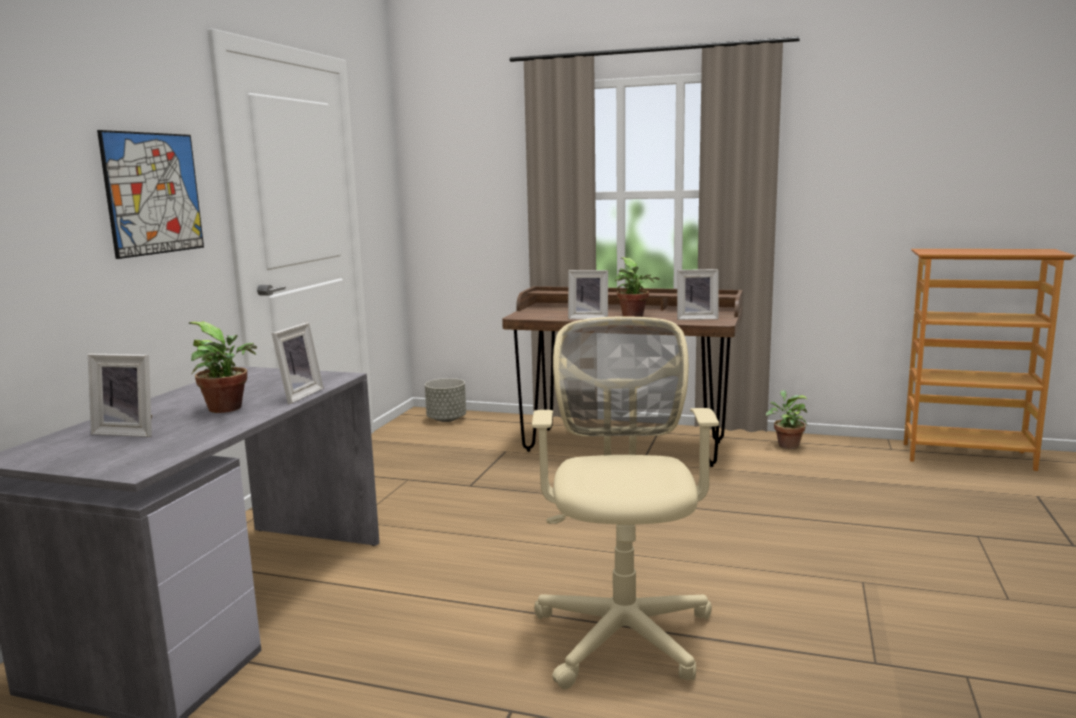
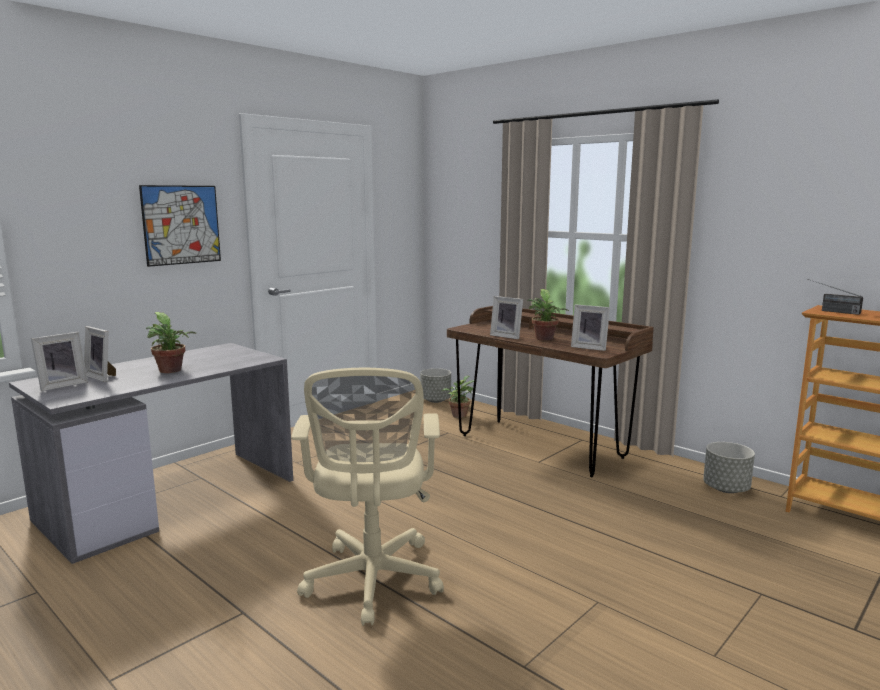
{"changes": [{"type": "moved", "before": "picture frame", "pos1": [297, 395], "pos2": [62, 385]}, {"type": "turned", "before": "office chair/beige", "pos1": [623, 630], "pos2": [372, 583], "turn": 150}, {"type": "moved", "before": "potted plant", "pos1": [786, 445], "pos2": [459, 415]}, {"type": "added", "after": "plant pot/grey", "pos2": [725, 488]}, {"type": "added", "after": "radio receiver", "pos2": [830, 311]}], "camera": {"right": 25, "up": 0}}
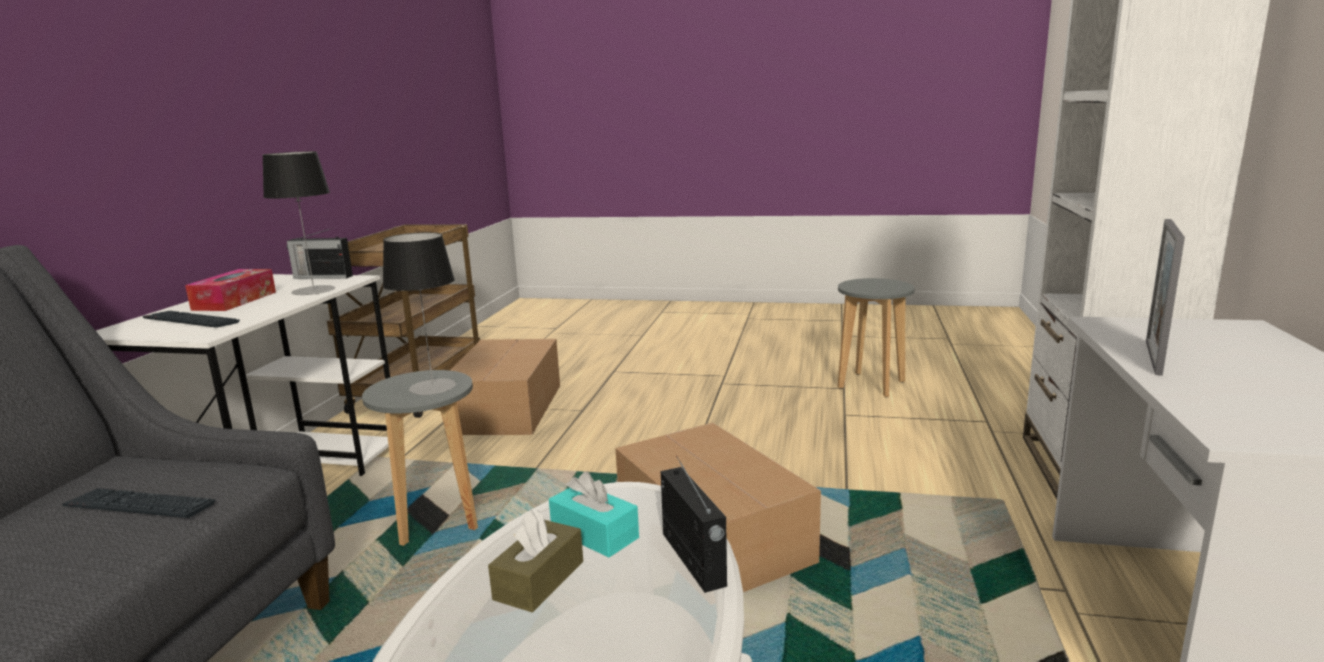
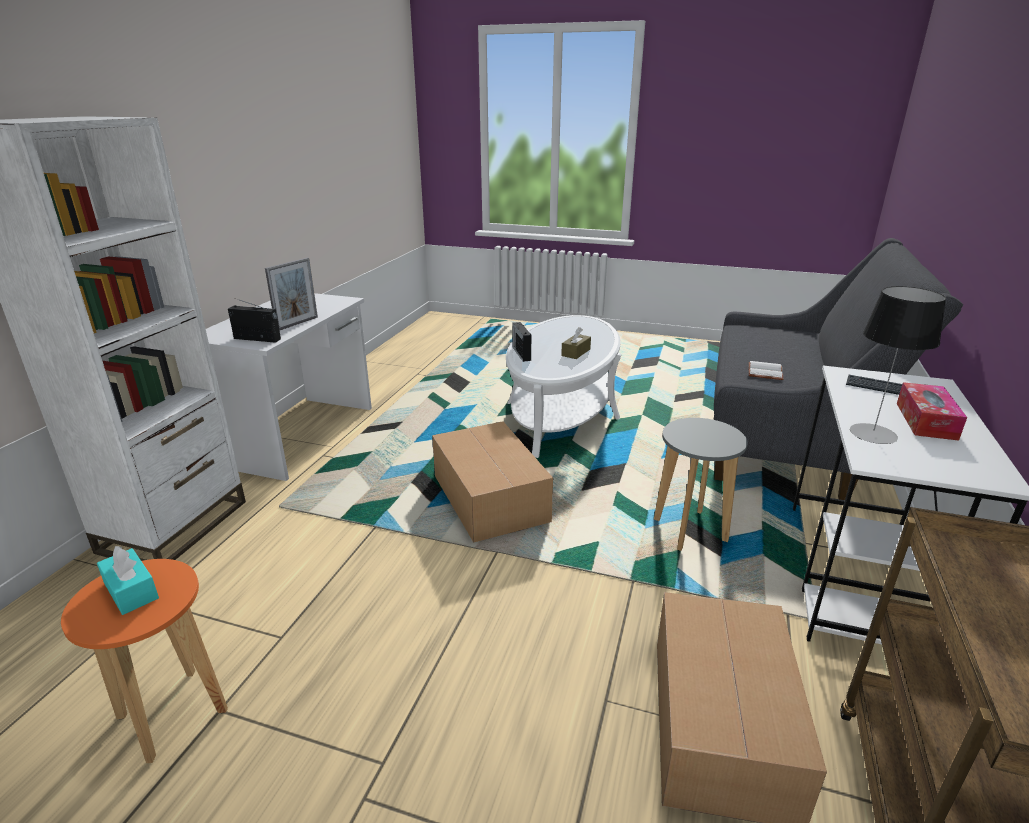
{"changes": [{"type": "recoloured", "before": "stool/grey", "after": "stool/orange-coloured", "pos1": [870, 385], "pos2": [173, 714]}, {"type": "moved", "before": "box of tissues/turquoise-coloured", "pos1": [594, 534], "pos2": [131, 591]}, {"type": "moved", "before": "radio receiver", "pos1": [322, 277], "pos2": [258, 339]}, {"type": "replaced", "before": "PC keyboard", "after": "bound book/whitish", "pos1": [139, 506], "pos2": [766, 372]}, {"type": "removed", "before": "tabletop lamp", "pos1": [432, 387]}], "camera": {"right": -175, "up": 10}}
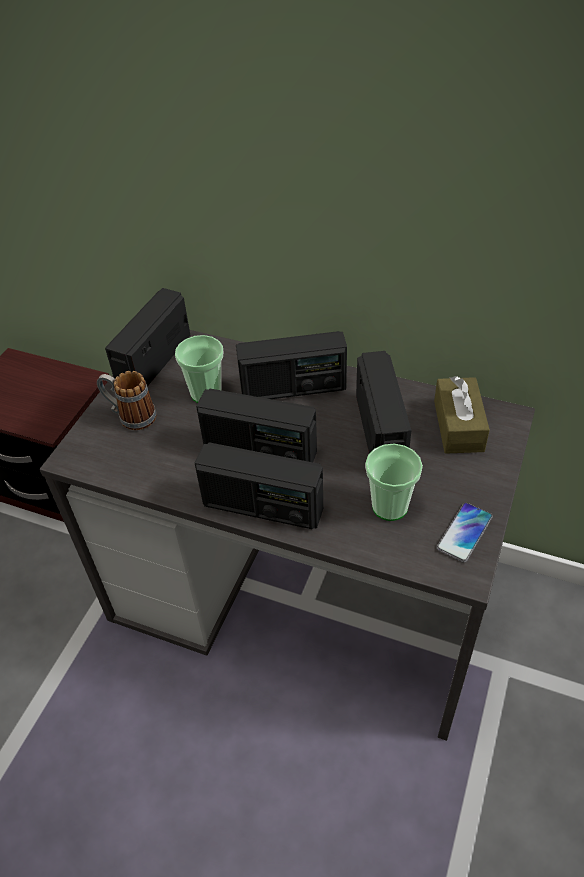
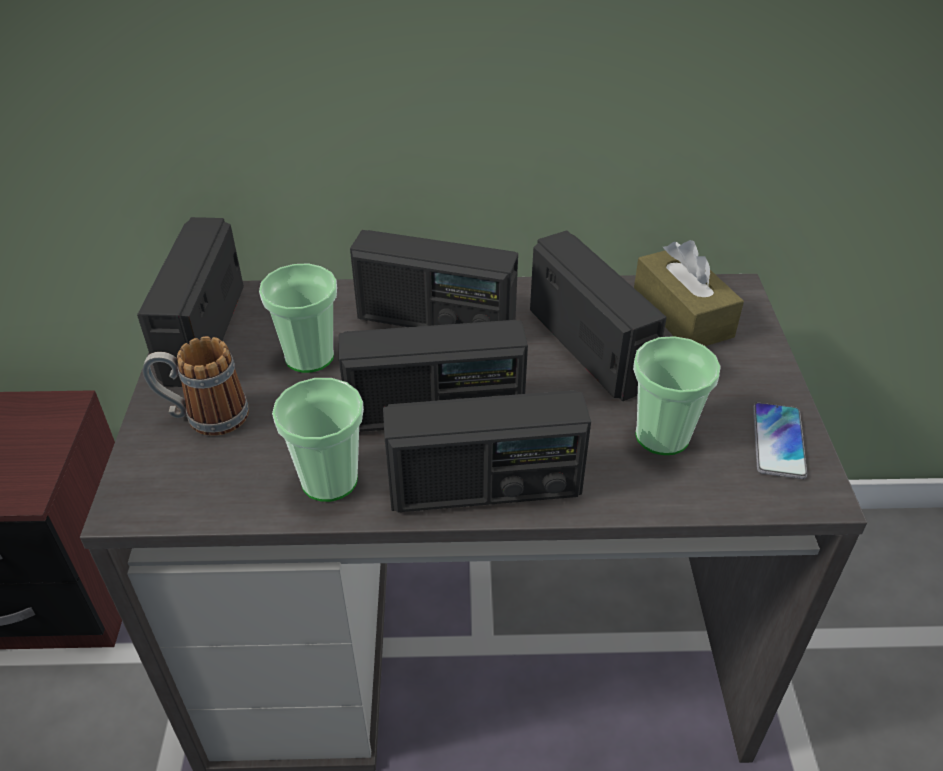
{"changes": [{"type": "added", "after": "small cup", "pos2": [329, 480]}, {"type": "turned", "before": "radio receiver", "pos1": [293, 388], "pos2": [435, 321], "turn": 45}], "camera": {"right": -25, "up": -5}}
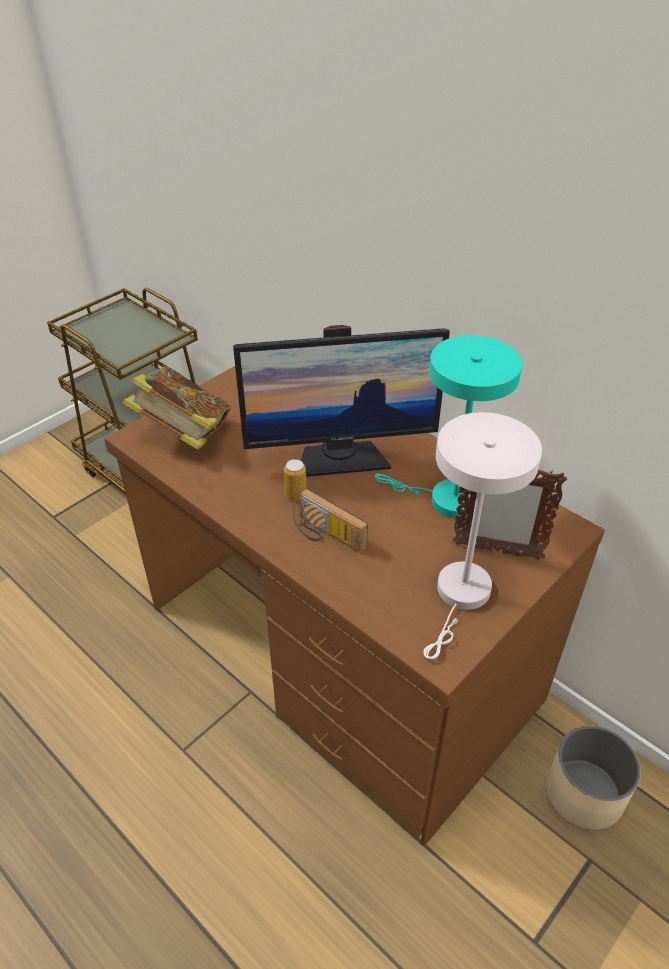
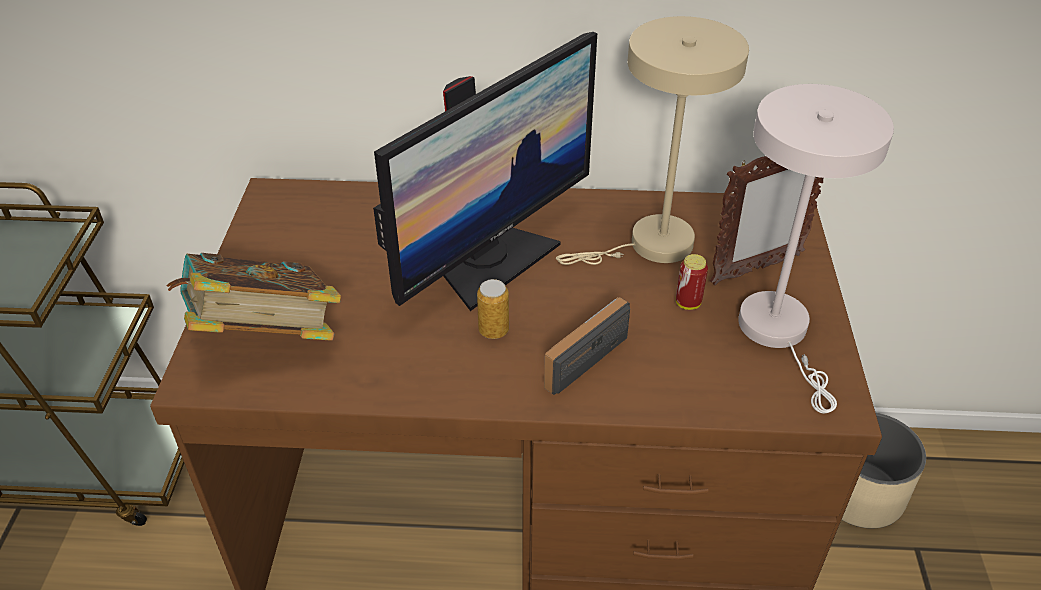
{"changes": [{"type": "turned", "before": "radio receiver", "pos1": [326, 535], "pos2": [580, 354], "turn": 135}, {"type": "recoloured", "before": "tabletop lamp/turquoise-coloured", "after": "tabletop lamp/beige", "pos1": [445, 499], "pos2": [651, 246]}, {"type": "added", "after": "can", "pos2": [688, 303]}], "camera": {"right": -40, "up": 0}}
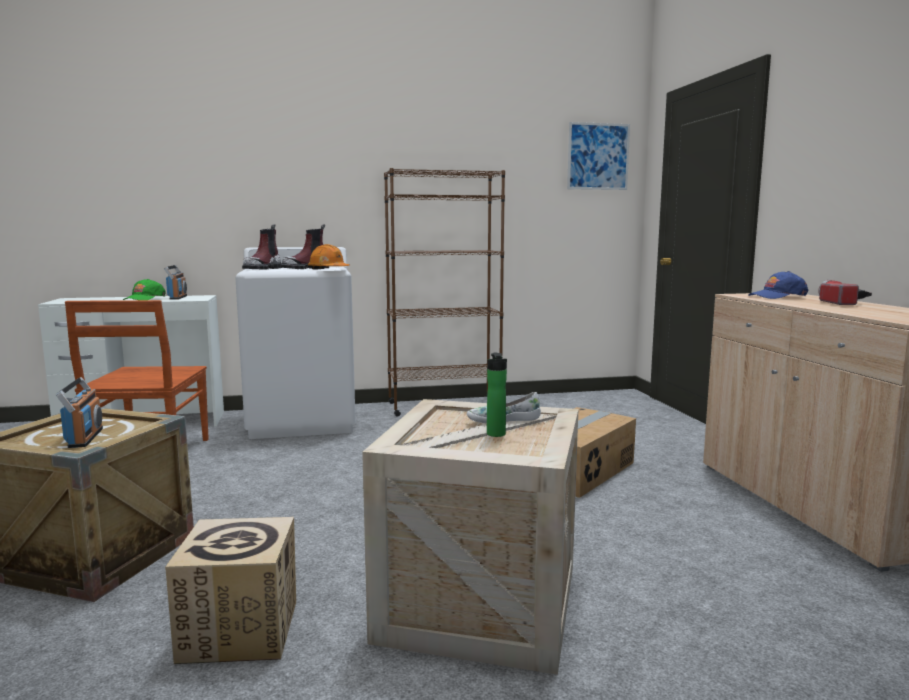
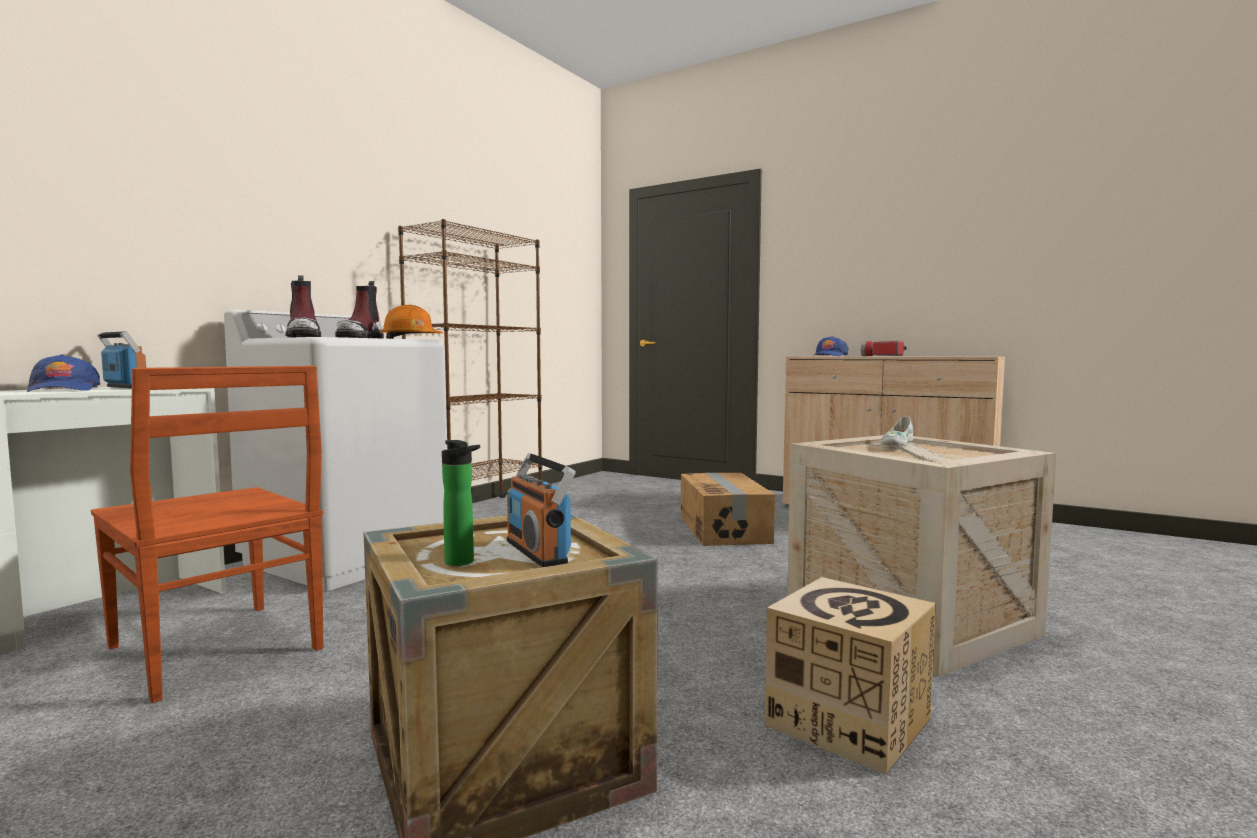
{"changes": [{"type": "recoloured", "before": "peaked cap/greenish", "after": "peaked cap/blue-coloured", "pos1": [144, 298], "pos2": [63, 390]}, {"type": "moved", "before": "bottle", "pos1": [496, 435], "pos2": [462, 563]}, {"type": "turned", "before": "radio receiver", "pos1": [84, 438], "pos2": [537, 551], "turn": -150}, {"type": "removed", "before": "wall art", "pos1": [598, 156]}], "camera": {"right": -45, "up": -5}}
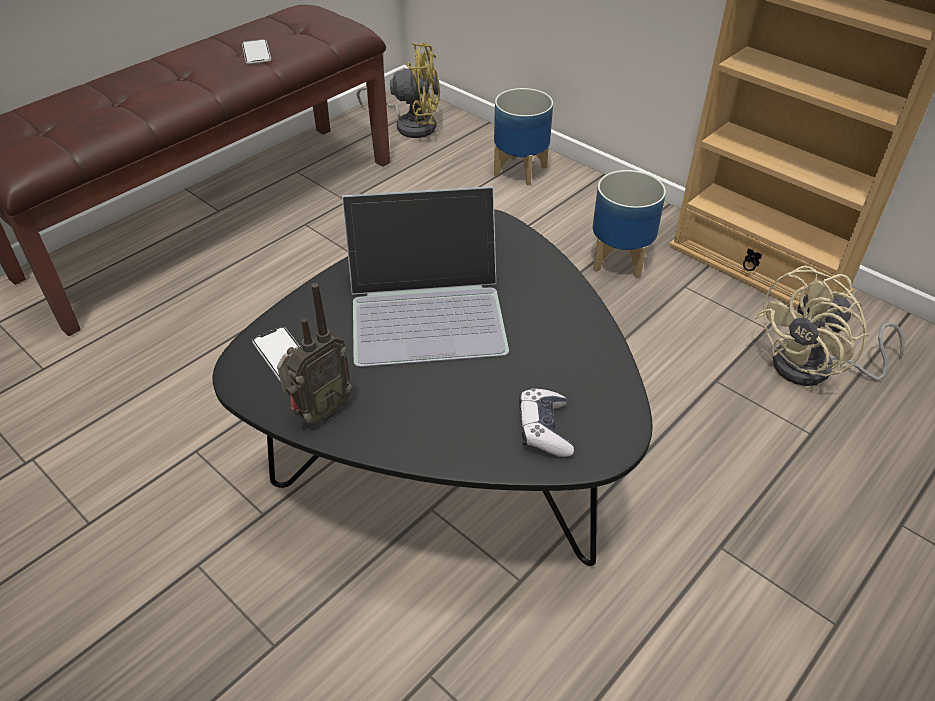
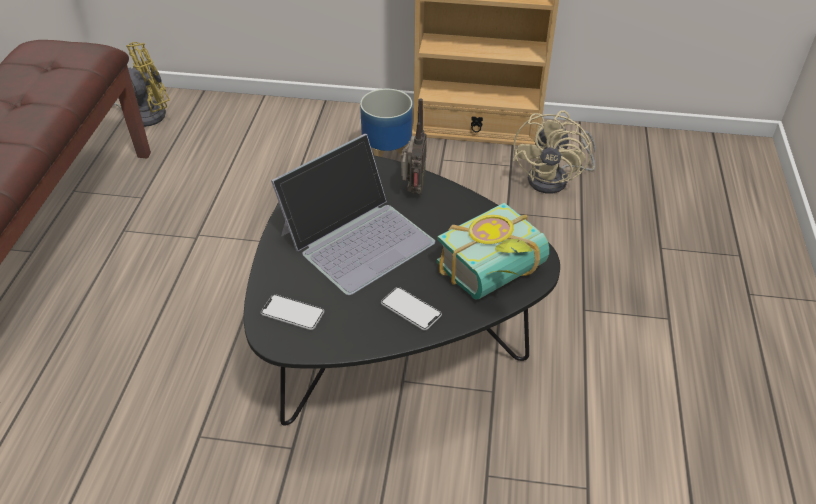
{"changes": [{"type": "moved", "before": "telephone", "pos1": [256, 53], "pos2": [411, 309]}, {"type": "moved", "before": "radio receiver", "pos1": [319, 412], "pos2": [413, 191]}, {"type": "replaced", "before": "gamepad", "after": "bound book", "pos1": [544, 429], "pos2": [497, 275]}, {"type": "removed", "before": "plant pot", "pos1": [520, 170]}], "camera": {"right": -35, "up": 0}}
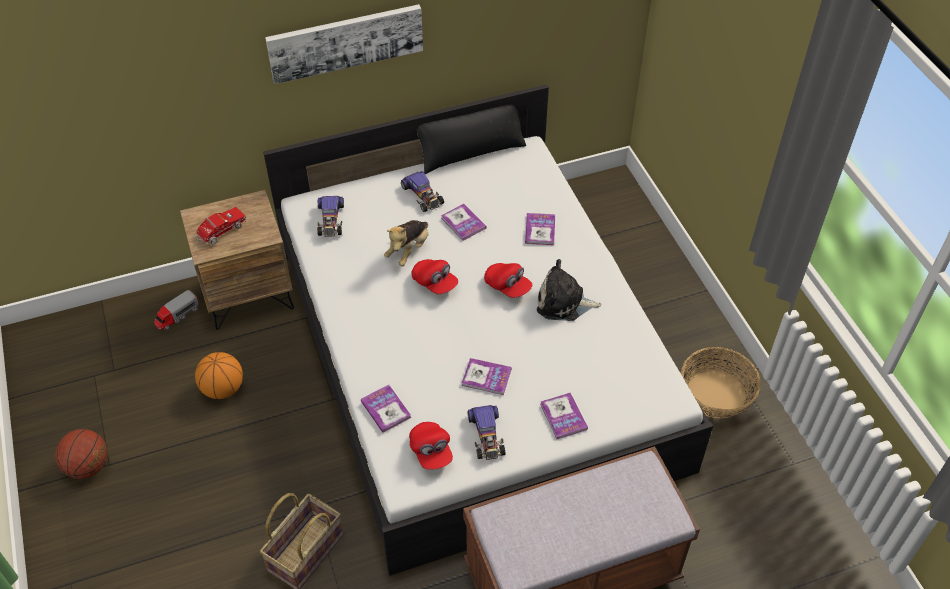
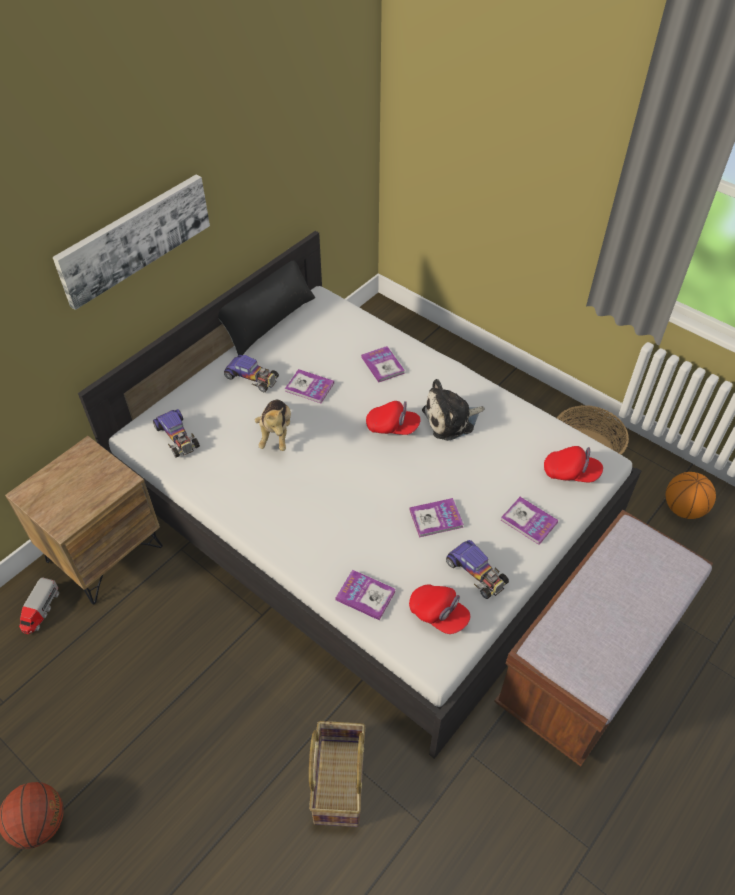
{"changes": [{"type": "moved", "before": "peaked cap/red-coloured", "pos1": [435, 283], "pos2": [571, 473]}, {"type": "moved", "before": "basketball ball", "pos1": [223, 389], "pos2": [683, 509]}, {"type": "removed", "before": "toy lorry", "pos1": [220, 232]}], "camera": {"right": -30, "up": 0}}
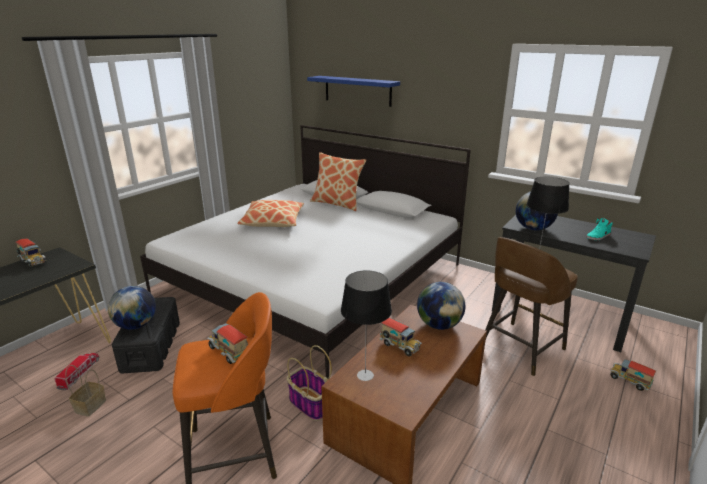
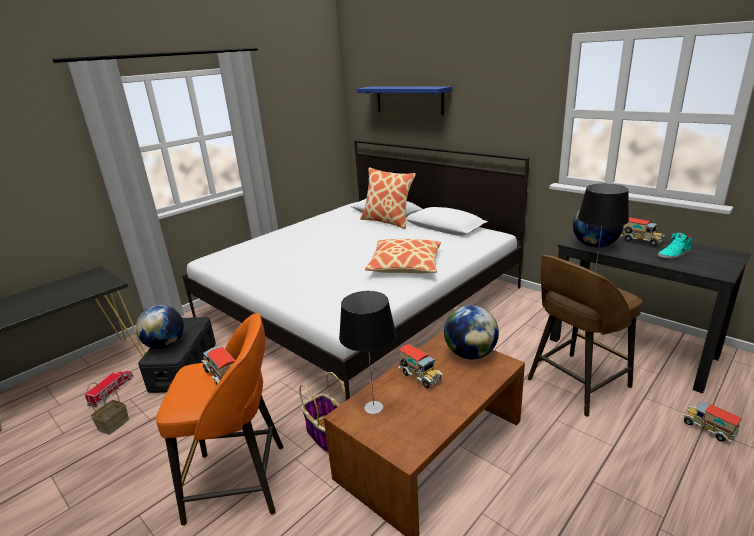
{"changes": [{"type": "moved", "before": "cushion", "pos1": [273, 221], "pos2": [405, 265]}, {"type": "moved", "before": "toy lorry", "pos1": [32, 262], "pos2": [640, 242]}], "camera": {"right": 10, "up": 0}}
